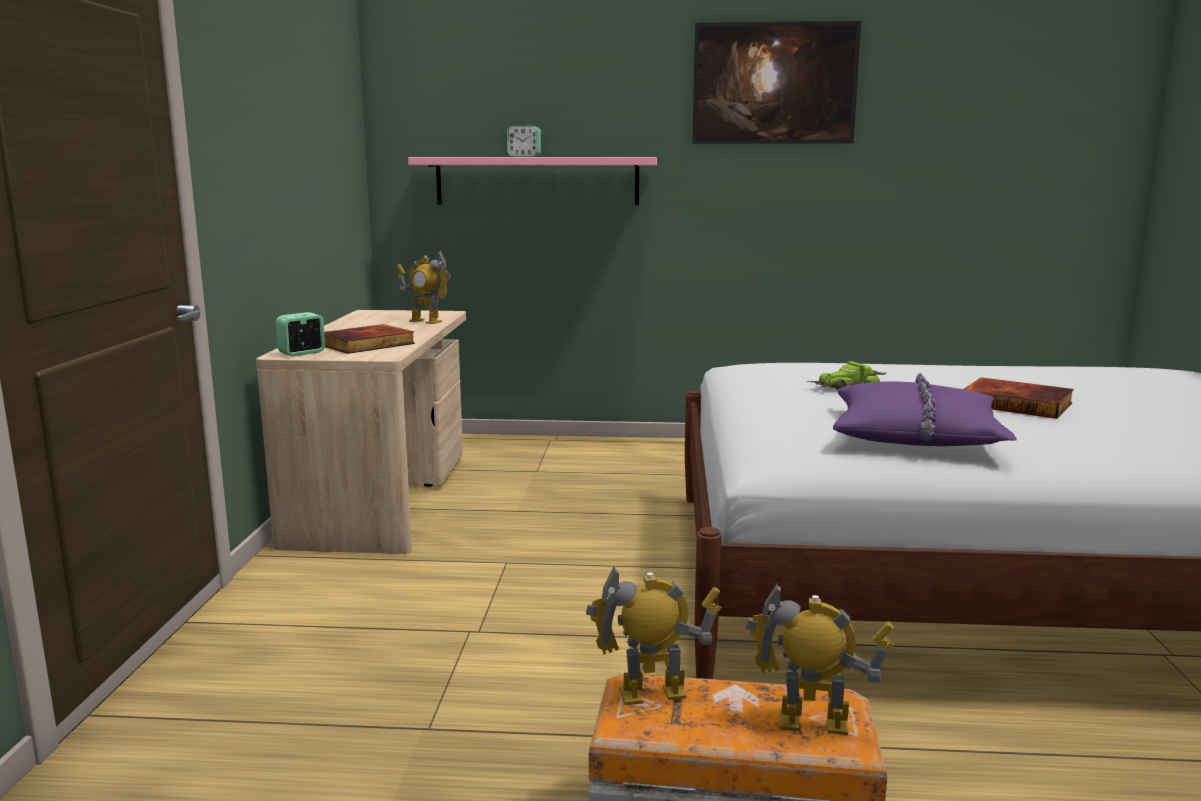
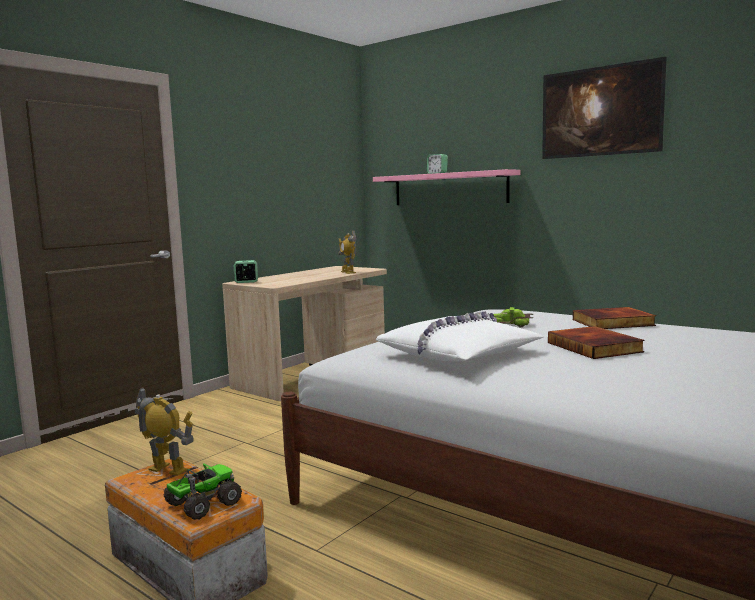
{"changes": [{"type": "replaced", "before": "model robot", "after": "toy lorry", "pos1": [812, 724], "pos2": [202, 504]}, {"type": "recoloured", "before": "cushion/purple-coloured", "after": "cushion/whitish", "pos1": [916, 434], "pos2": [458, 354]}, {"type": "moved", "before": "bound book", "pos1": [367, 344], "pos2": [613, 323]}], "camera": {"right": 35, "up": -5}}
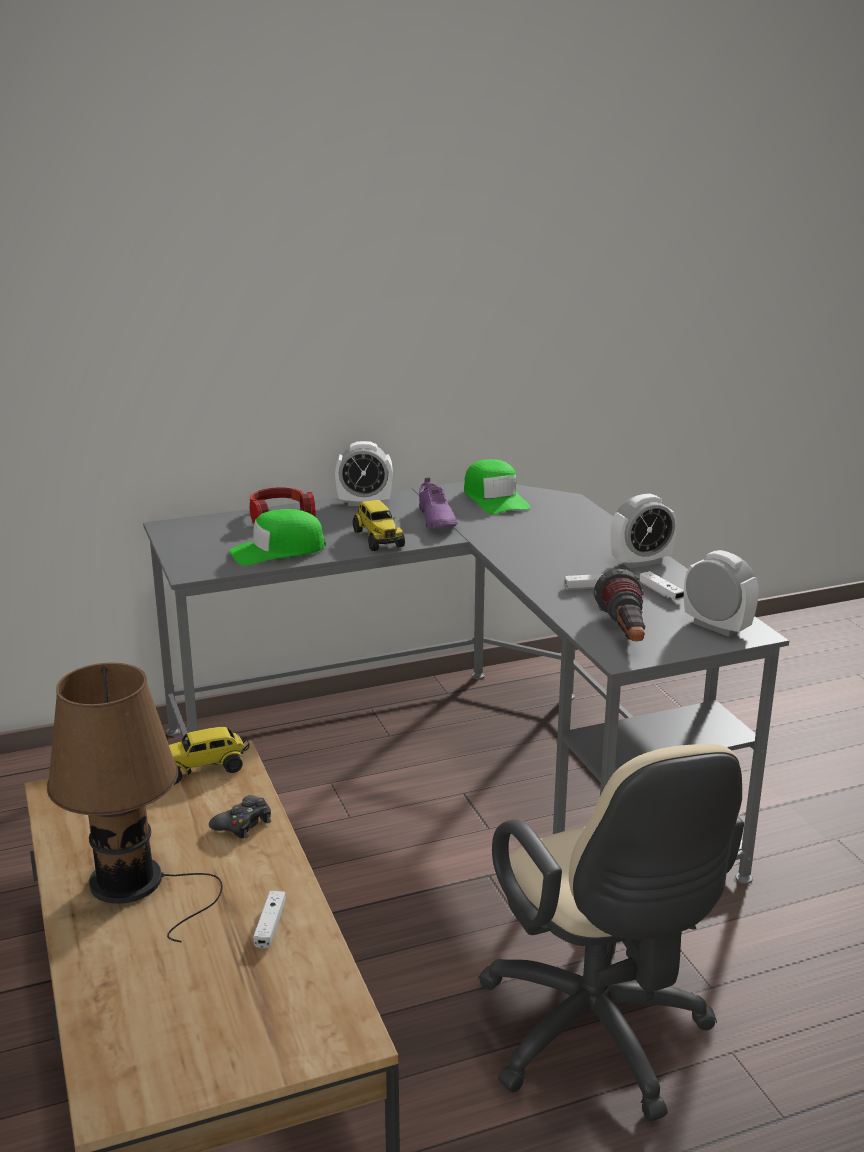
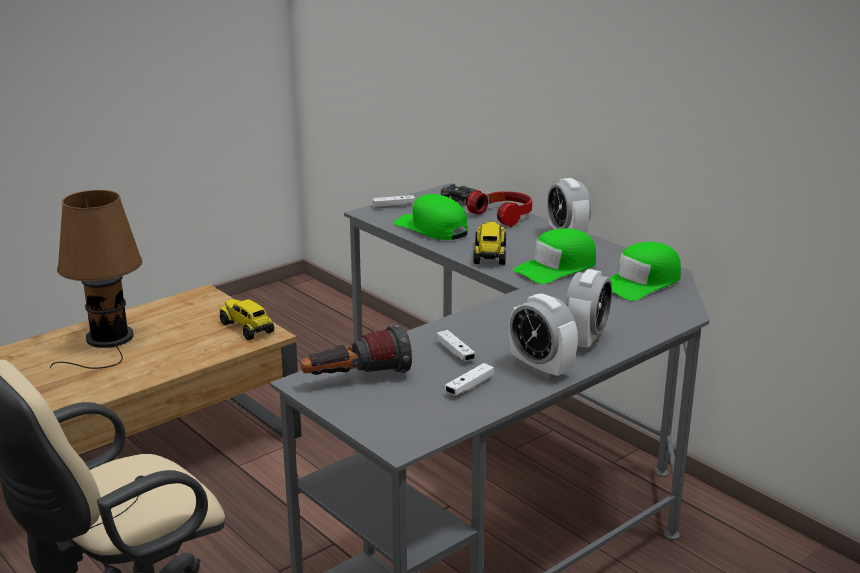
{"changes": [{"type": "moved", "before": "gamepad/whitish", "pos1": [270, 925], "pos2": [394, 206]}, {"type": "moved", "before": "gamepad/blackish", "pos1": [243, 824], "pos2": [458, 200]}, {"type": "turned", "before": "toy lorry", "pos1": [378, 538], "pos2": [490, 254], "turn": 135}, {"type": "replaced", "before": "low shoe/purple-coloured", "after": "peaked cap/greenish", "pos1": [435, 520], "pos2": [556, 268]}, {"type": "moved", "before": "table clock", "pos1": [716, 627], "pos2": [585, 341]}], "camera": {"right": 70, "up": 0}}
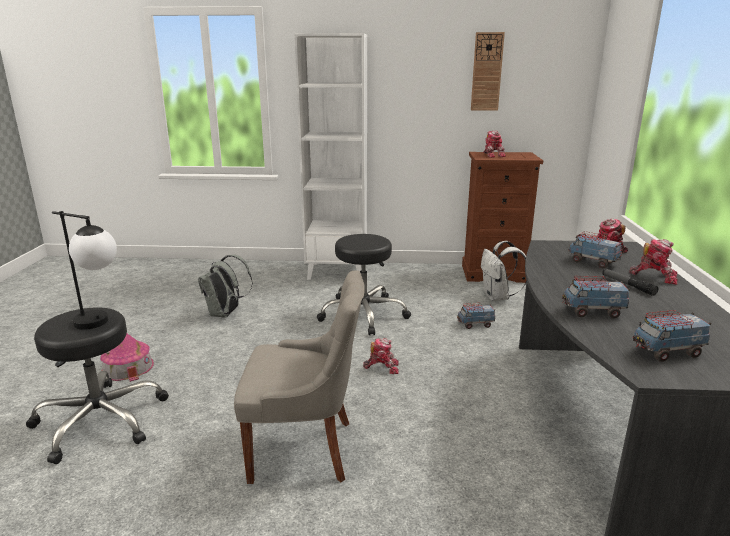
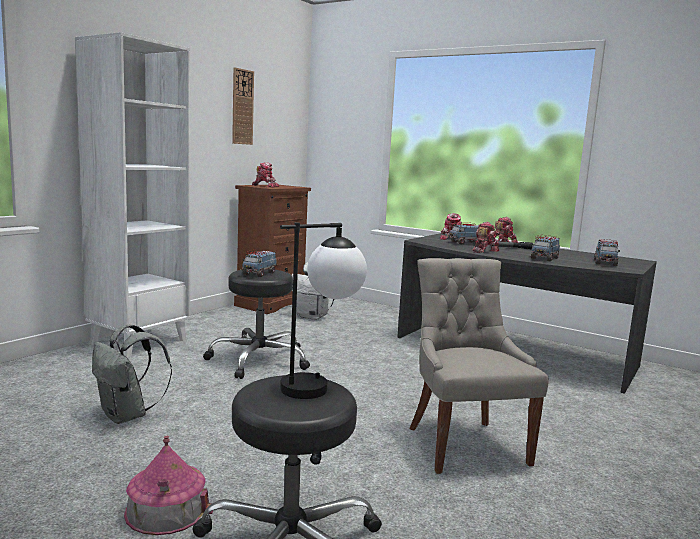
{"changes": [{"type": "moved", "before": "toy lorry", "pos1": [475, 324], "pos2": [259, 274]}, {"type": "turned", "before": "upright chair/grey", "pos1": [305, 449], "pos2": [464, 444], "turn": -45}, {"type": "moved", "before": "model robot", "pos1": [382, 367], "pos2": [483, 251]}], "camera": {"right": -60, "up": -10}}
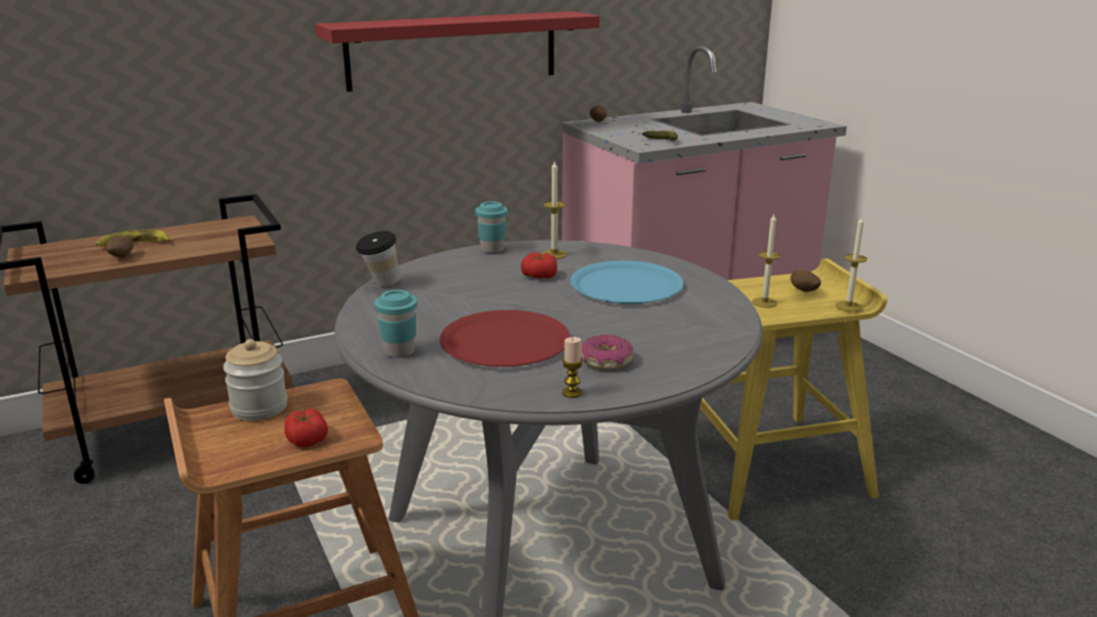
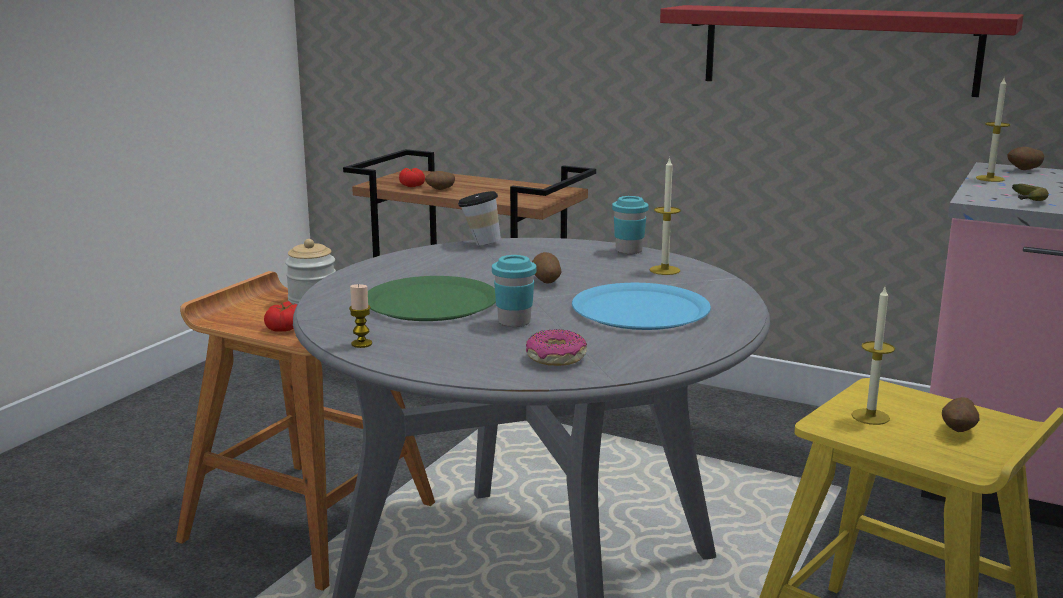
{"changes": [{"type": "recoloured", "before": "dinner plate/red-coloured", "after": "dinner plate/greenish", "pos1": [505, 341], "pos2": [431, 302]}, {"type": "moved", "before": "fresh tomato", "pos1": [539, 276], "pos2": [411, 185]}, {"type": "moved", "before": "small cup/turquoise-coloured", "pos1": [399, 352], "pos2": [514, 322]}, {"type": "moved", "before": "doughnut", "pos1": [606, 361], "pos2": [555, 358]}, {"type": "added", "after": "whole potato", "pos2": [545, 282]}, {"type": "moved", "before": "wax light", "pos1": [848, 306], "pos2": [990, 178]}, {"type": "removed", "before": "banana", "pos1": [134, 244]}], "camera": {"right": 55, "up": -5}}
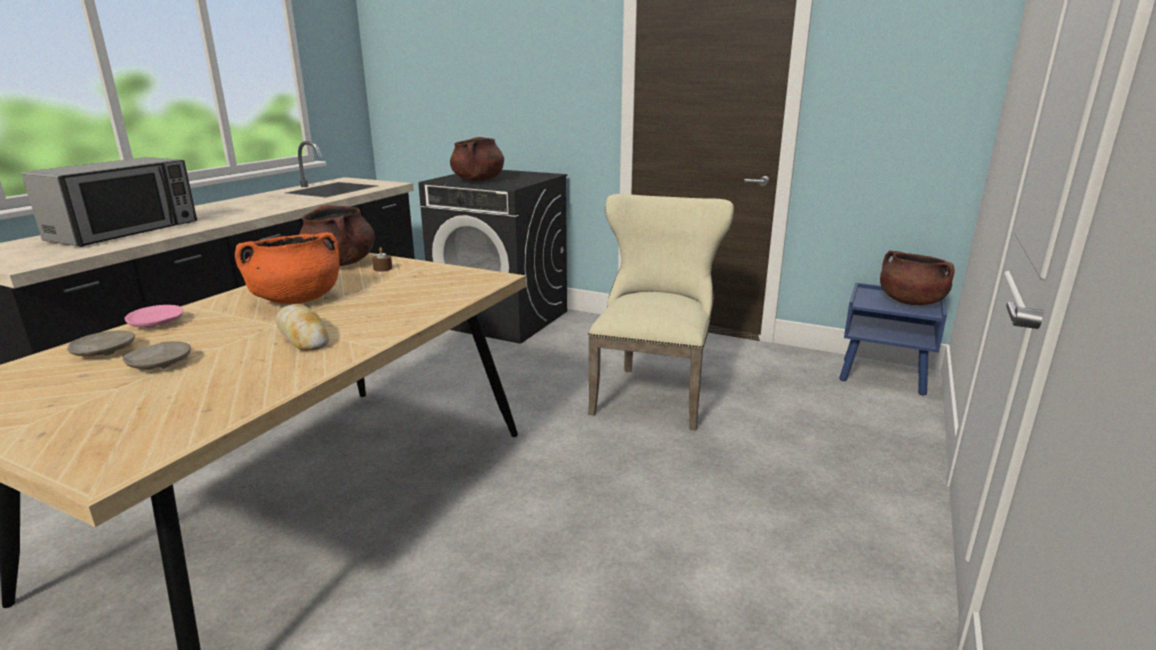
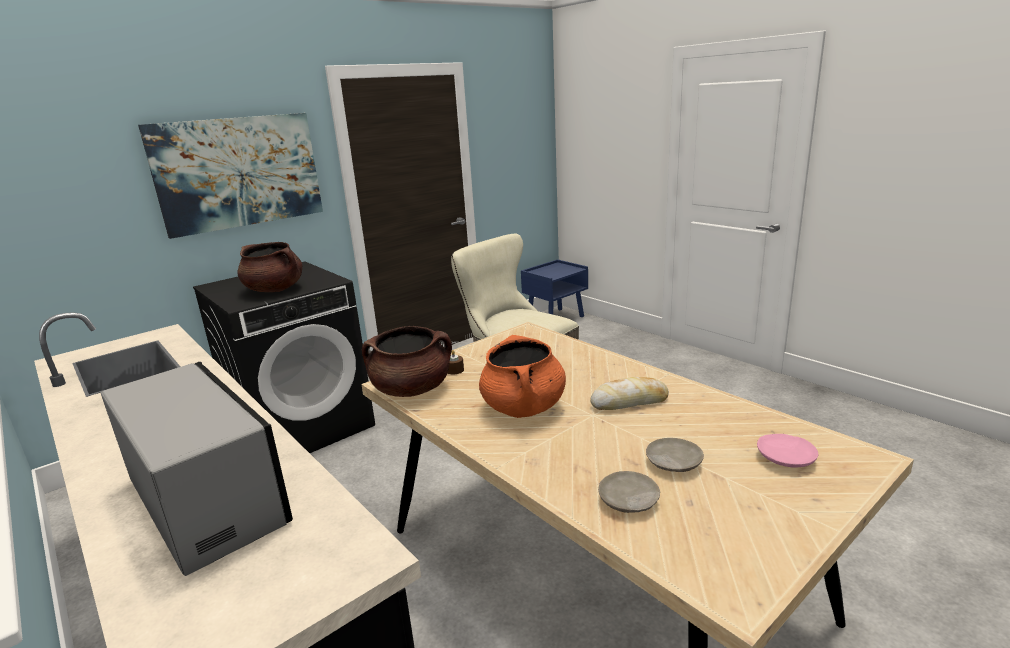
{"changes": [{"type": "added", "after": "wall art", "pos2": [239, 172]}, {"type": "moved", "before": "dinner plate/pinkish", "pos1": [157, 324], "pos2": [786, 458]}, {"type": "removed", "before": "saucepot/brown-coloured", "pos1": [910, 302]}], "camera": {"right": -65, "up": 0}}
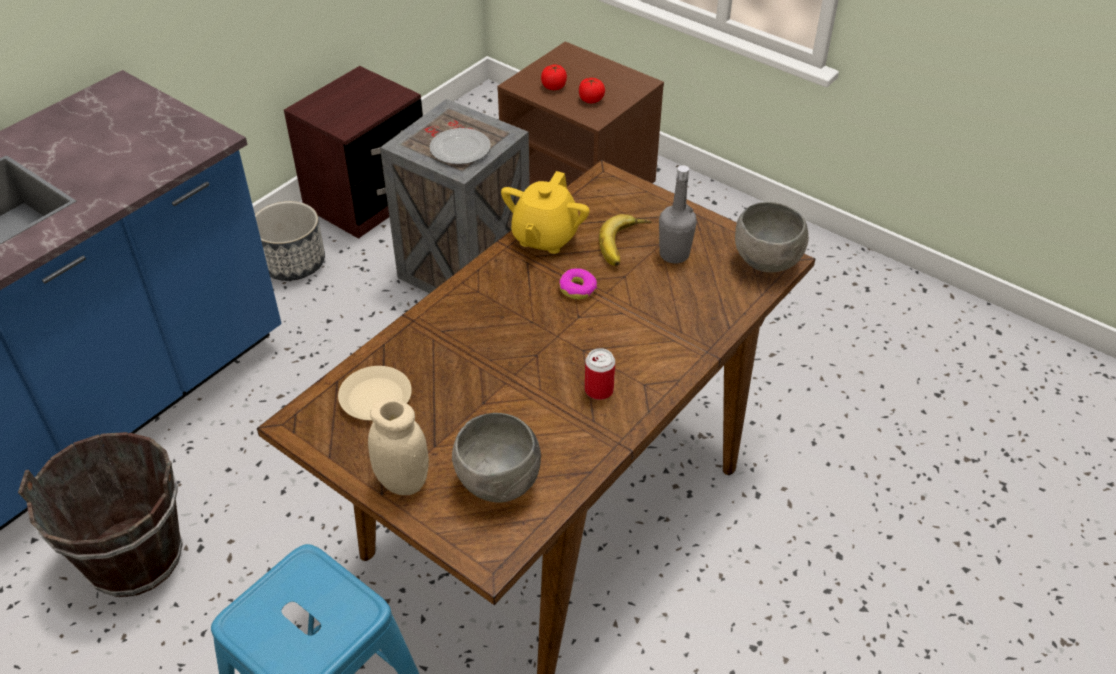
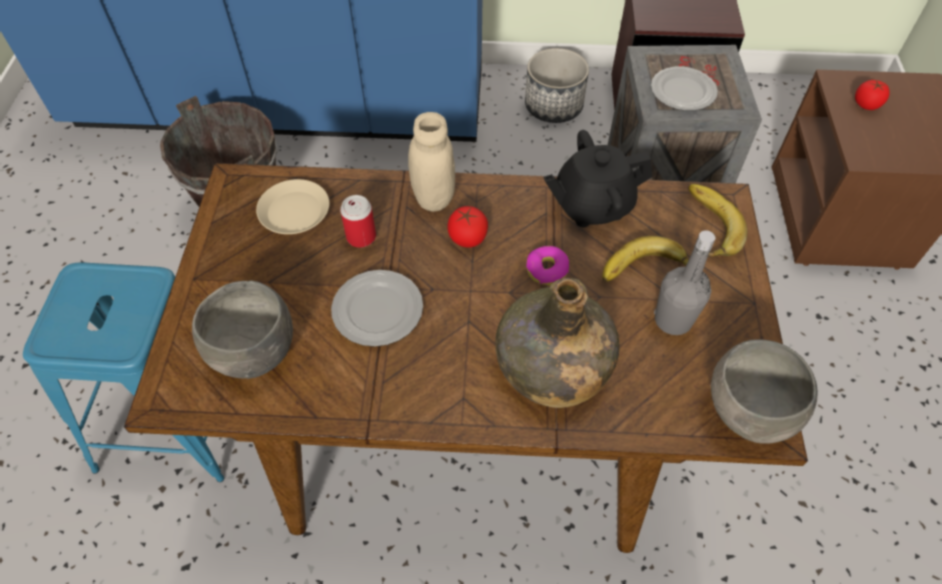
{"changes": [{"type": "added", "after": "dinner plate", "pos2": [378, 311]}, {"type": "moved", "before": "can", "pos1": [599, 390], "pos2": [361, 237]}, {"type": "moved", "before": "preserve jar/beige", "pos1": [402, 481], "pos2": [433, 198]}, {"type": "moved", "before": "fresh tomato", "pos1": [591, 100], "pos2": [467, 238]}, {"type": "added", "after": "bottle/greenish", "pos2": [551, 368]}, {"type": "recoloured", "before": "pot for tea/yellow-coloured", "after": "pot for tea/blackish", "pos1": [544, 237], "pos2": [592, 205]}, {"type": "added", "after": "banana", "pos2": [706, 225]}], "camera": {"right": 55, "up": 10}}
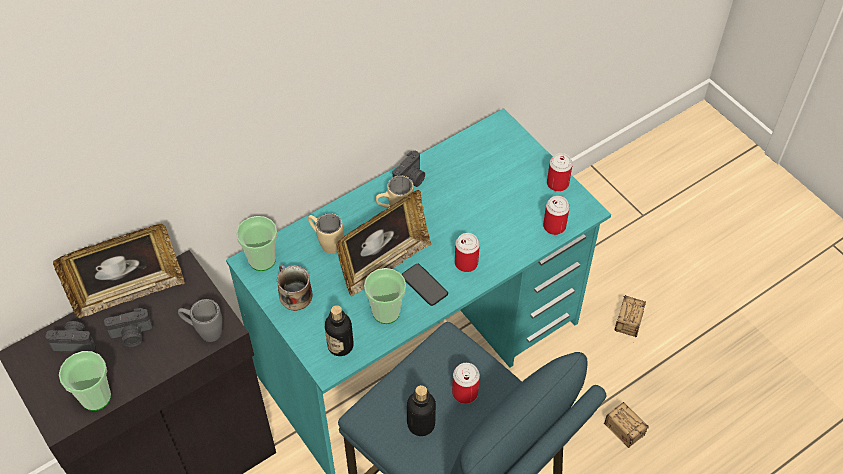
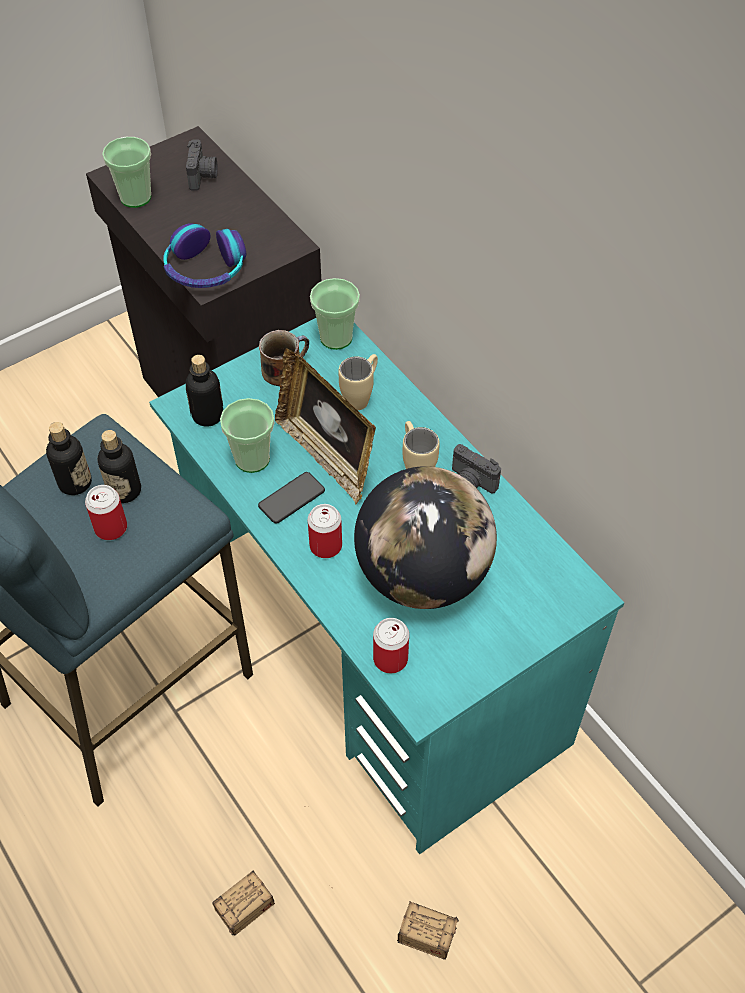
{"changes": [{"type": "added", "after": "bottle", "pos2": [124, 490]}, {"type": "replaced", "before": "mug/grey", "after": "headphones", "pos1": [204, 331], "pos2": [205, 269]}, {"type": "added", "after": "globe", "pos2": [422, 575]}, {"type": "removed", "before": "picture frame", "pos1": [129, 292]}, {"type": "removed", "before": "still camera", "pos1": [132, 336]}, {"type": "removed", "before": "can", "pos1": [557, 183]}], "camera": {"right": 90, "up": 0}}
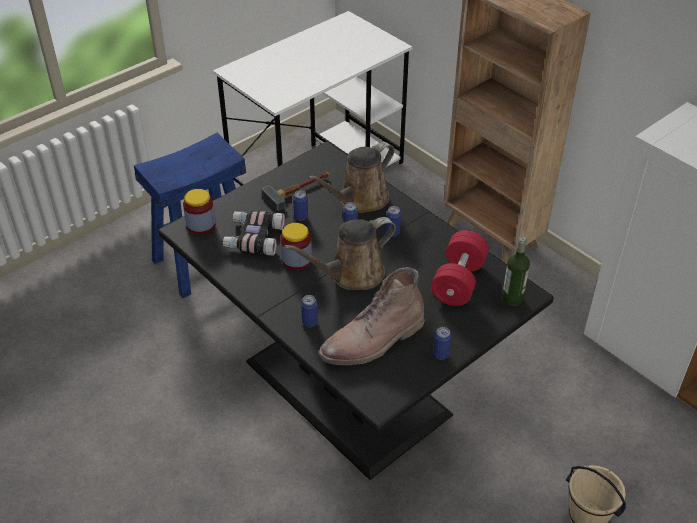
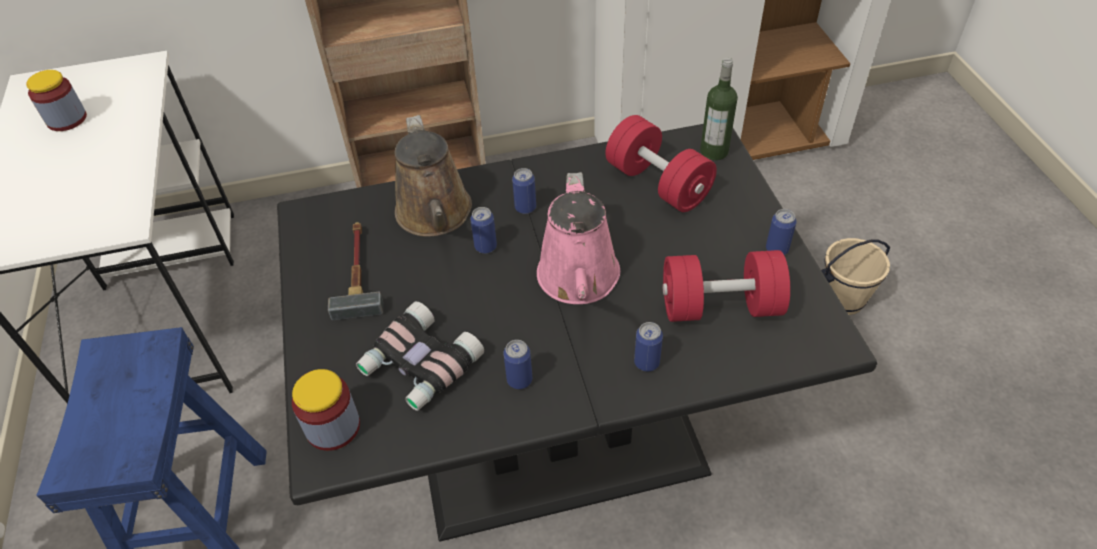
{"changes": [{"type": "moved", "before": "preserve jar", "pos1": [296, 259], "pos2": [67, 119]}, {"type": "moved", "before": "can", "pos1": [301, 216], "pos2": [519, 380]}, {"type": "recoloured", "before": "sprinkling can/brown-coloured", "after": "sprinkling can/pinkish", "pos1": [351, 274], "pos2": [579, 280]}, {"type": "replaced", "before": "boot/brown-coloured", "after": "dumbbell/red-coloured", "pos1": [373, 341], "pos2": [720, 306]}], "camera": {"right": -60, "up": 5}}
